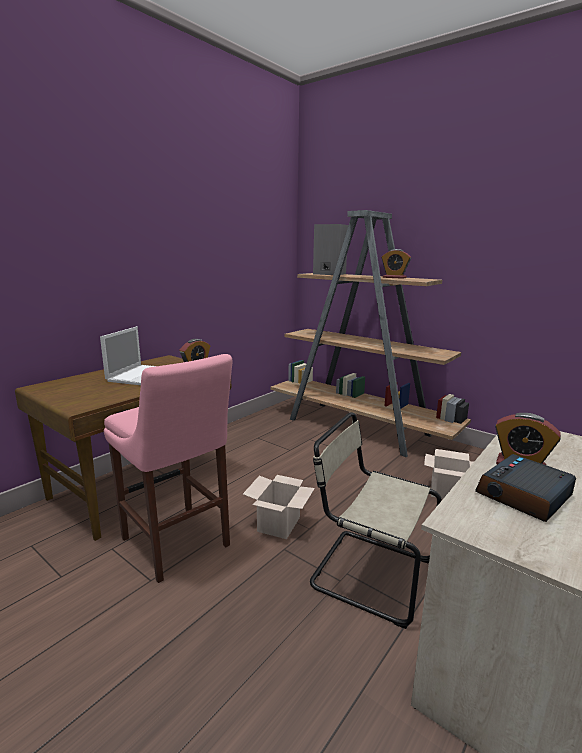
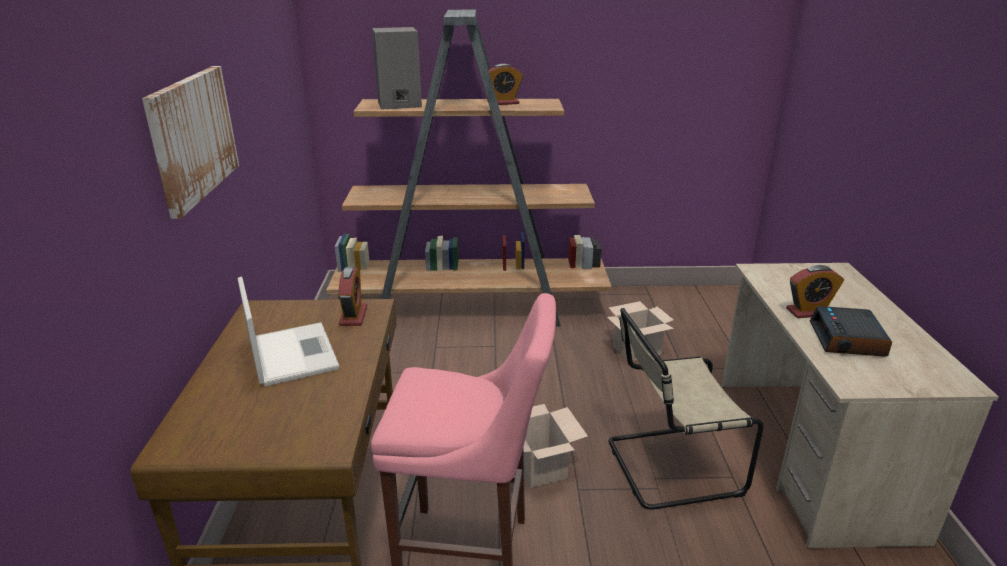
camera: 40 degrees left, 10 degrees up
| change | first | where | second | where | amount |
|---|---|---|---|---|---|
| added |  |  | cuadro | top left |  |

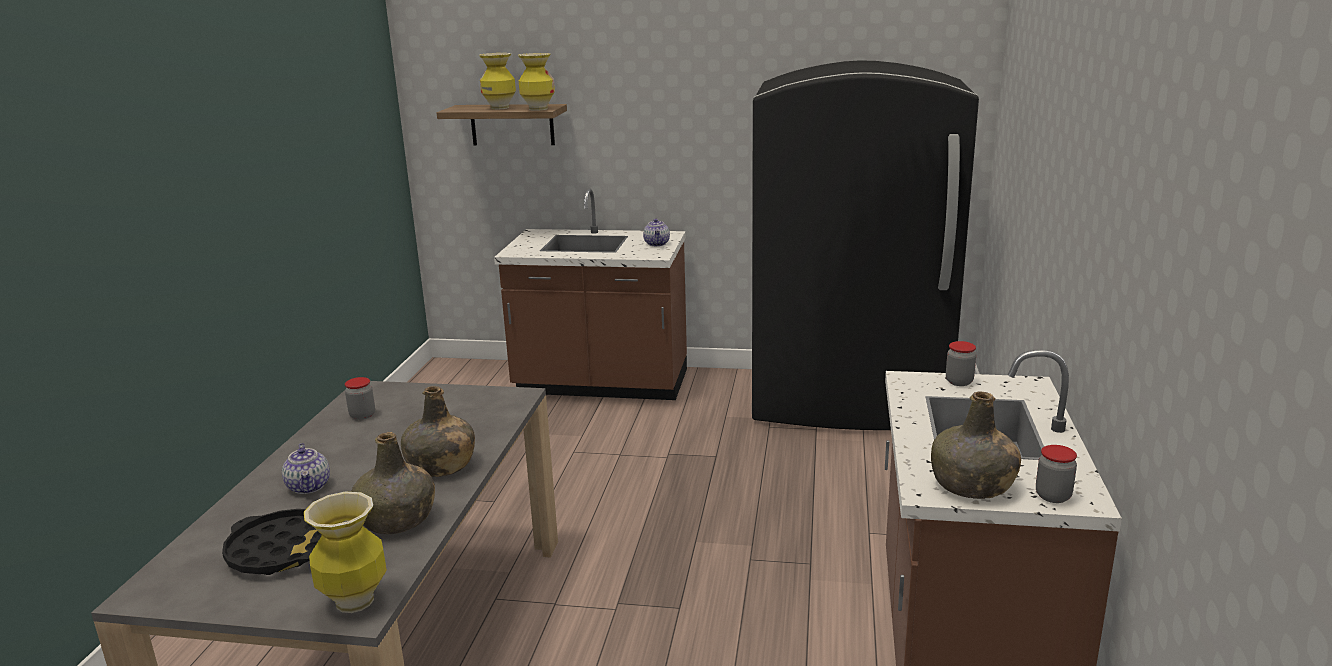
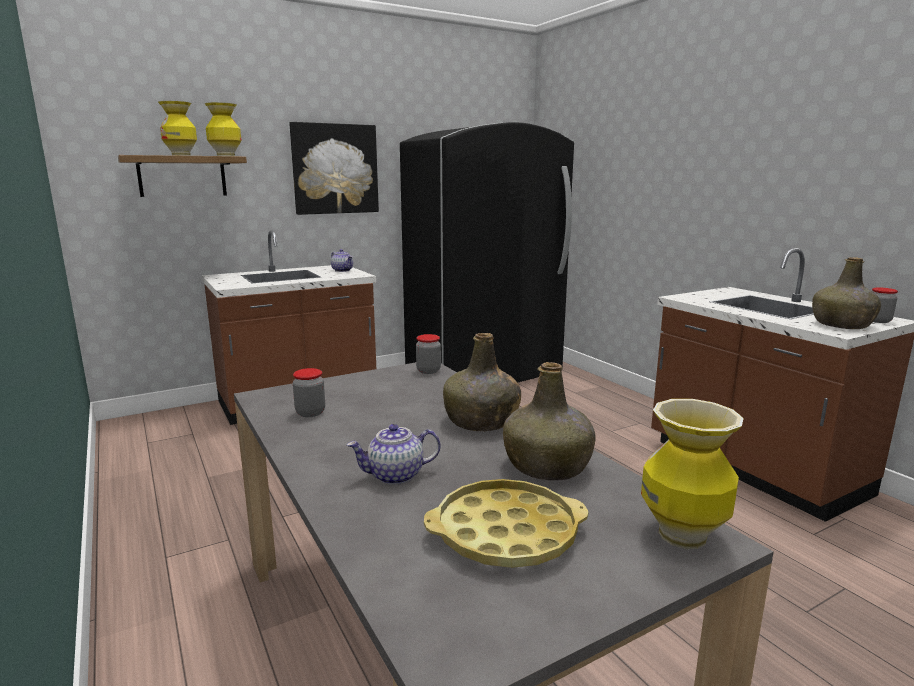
camera: 40 degrees left, 5 degrees down
| change | first | where | second | where | amount |
|---|---|---|---|---|---|
| added |  |  | cuadro | top centre |  |
| moved | tarro (2nd from left) | middle right |  | centre |  |
| recoloured | bandeja [negro] | bottom left | bandeja [amarillo] | bottom centre |  |
| turned | tetera (1st from left in the first image) | bottom left | tetera (2nd from left) | centre | 135 degrees clockwise |

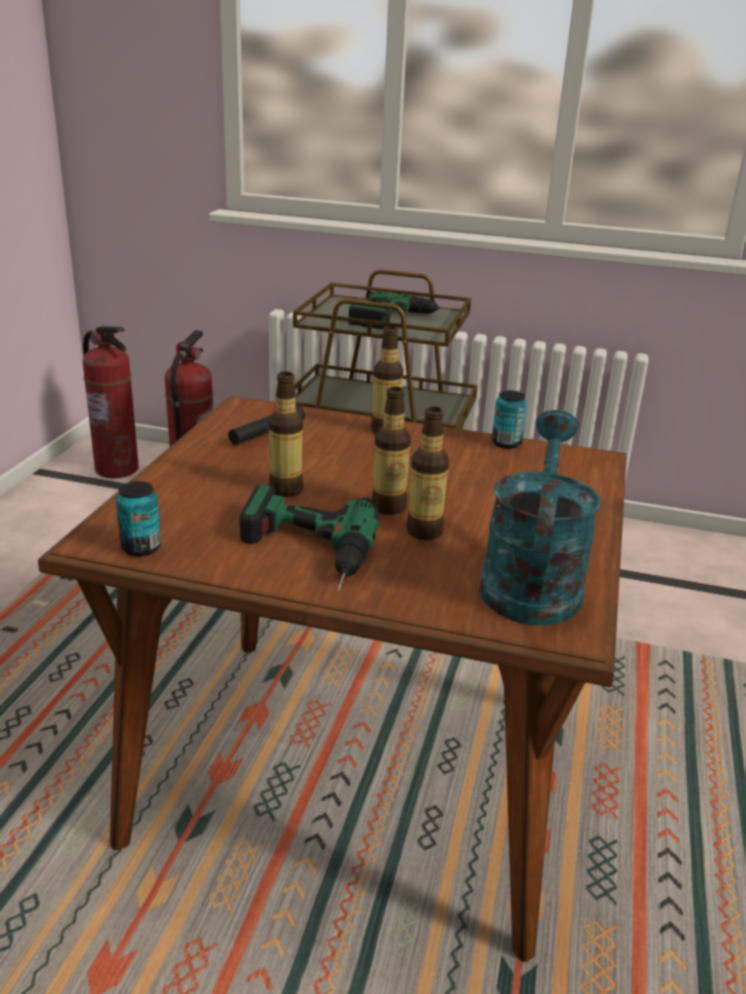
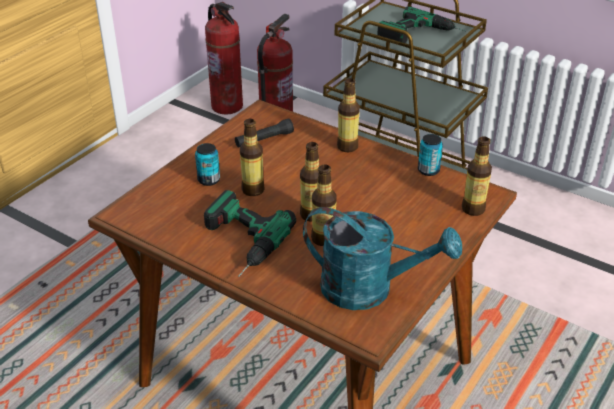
camera: 20 degrees right, 10 degrees up
| change | first | where | second | where | amount |
|---|---|---|---|---|---|
| added |  |  | botella (5th from left) | middle right |  |
| moved | lata (1st from left) | middle left |  | centre |  |
| turned | regadera [turquesa] | middle right |  | centre | 75 degrees clockwise |

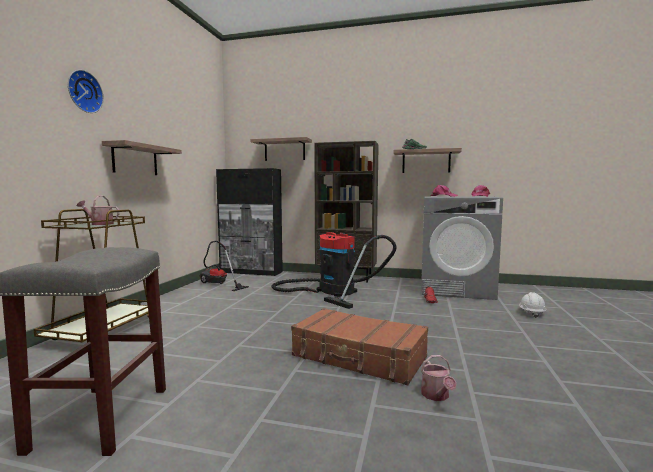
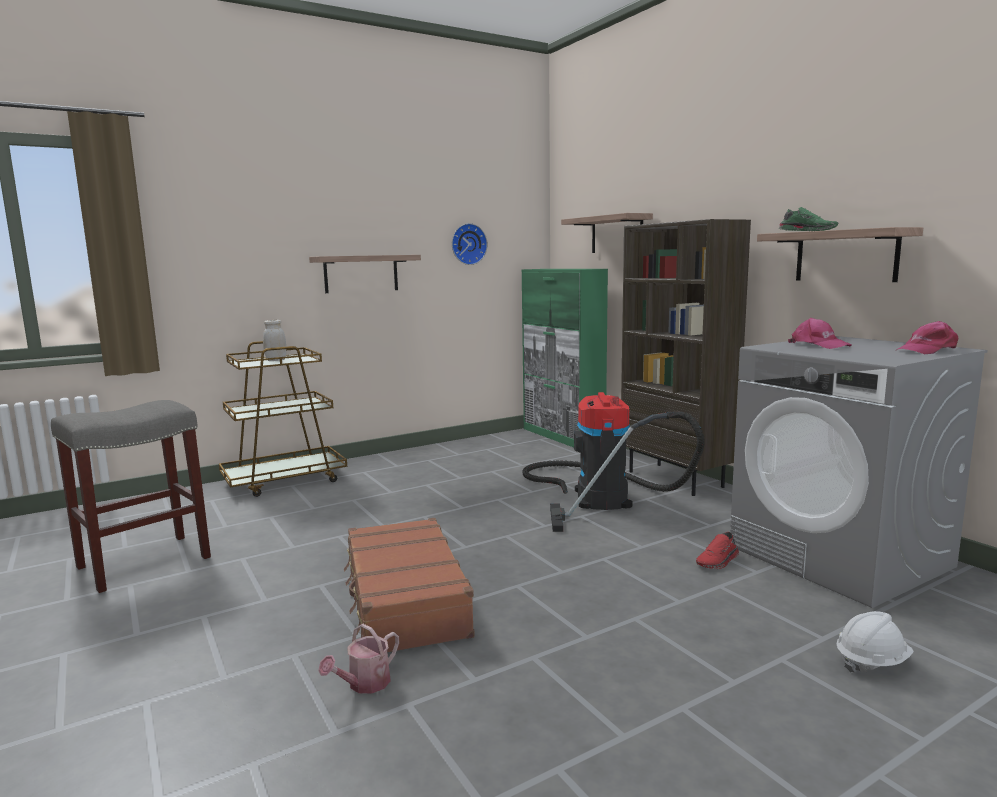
camera: 45 degrees right, 5 degrees up
| change | first | where | second | where | amount |
|---|---|---|---|---|---|
| removed | aspiradora (1st from left) | centre |  |  |  |
| moved | reloj de pared | top left |  | top centre |  |
| replaced | regadera (1st from left) | middle left | tarro [blanco] | middle left |  |
| recoloured | armario [negro] | centre | armario [verde] | centre |  |

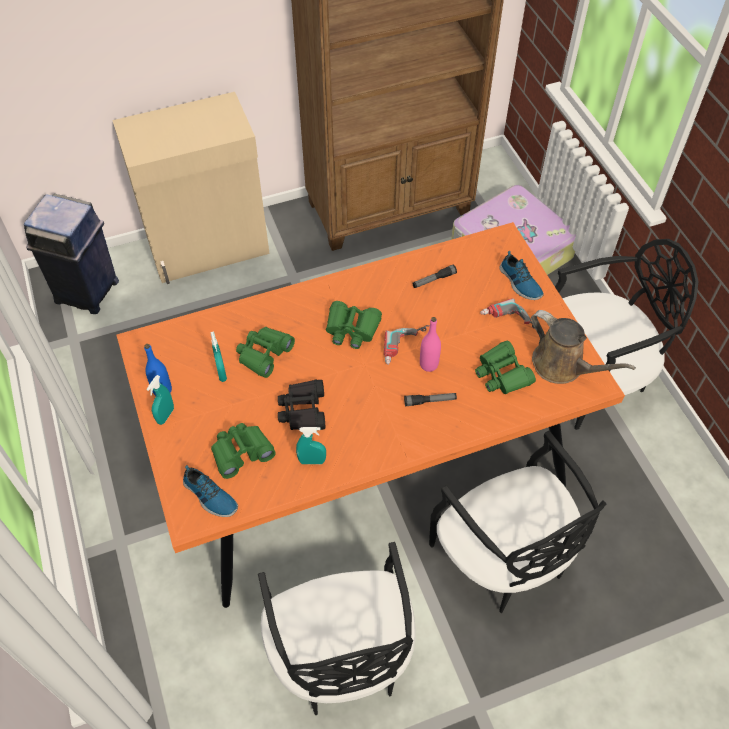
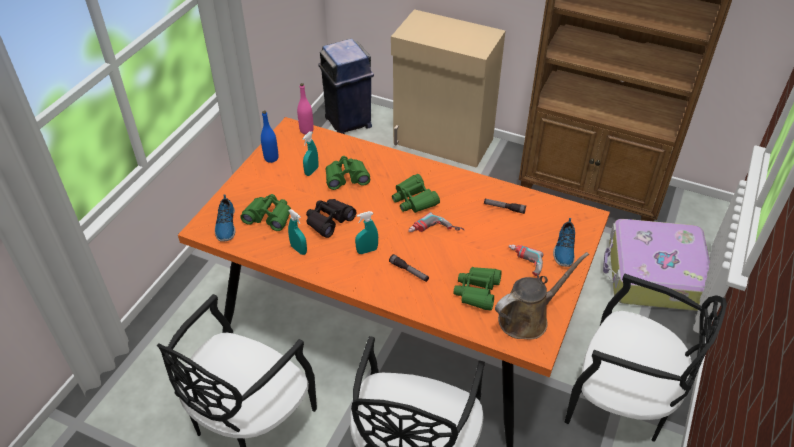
camera: 45 degrees right, 10 degrees down
| change | first | where | second | where | amount |
|---|---|---|---|---|---|
| moved | pulverizador [turquesa] (1st from left in the first image) | middle left | pulverizador [turquesa] (3rd from left) | centre |  |
| moved | botella [rosa] | centre |  | top centre |  |
| turned | regadera [marrón] | middle right |  | middle right | 120 degrees counterclockwise |

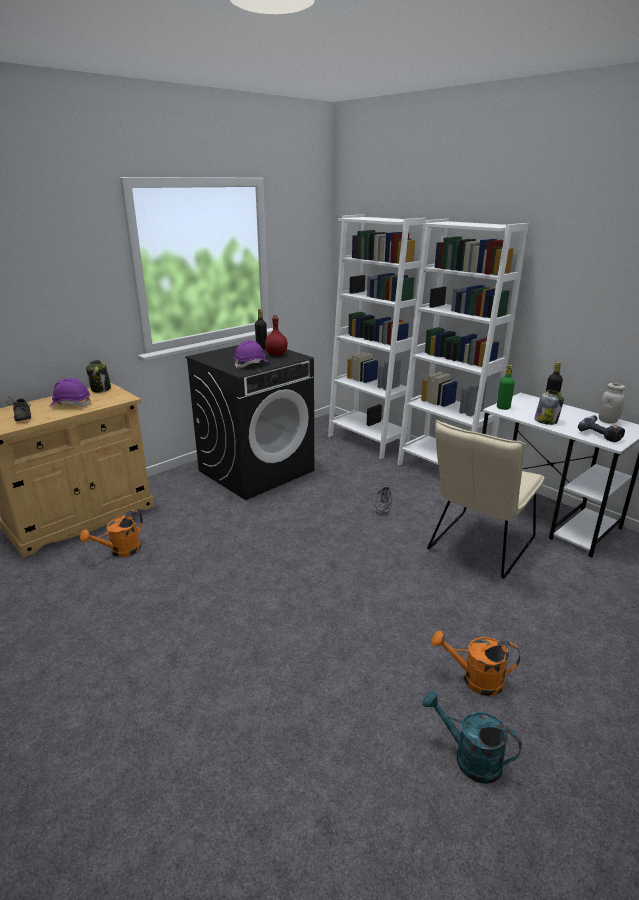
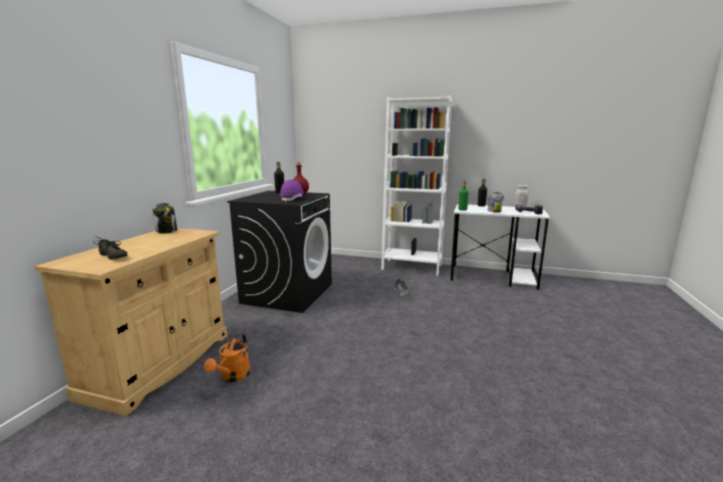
camera: 30 degrees left, 10 degrees down
| change | first | where | second | where | amount |
|---|---|---|---|---|---|
| removed | casco [morado] (1st from left) | middle left |  |  |  |
| removed | estantería [blanco] (1st from left) | centre |  |  |  |
| removed | regadera [turquesa] | bottom right |  |  |  |
| removed | silla [beis] | middle right |  |  |  |
| removed | regadera [naranja] (2nd from left) | bottom right |  |  |  |

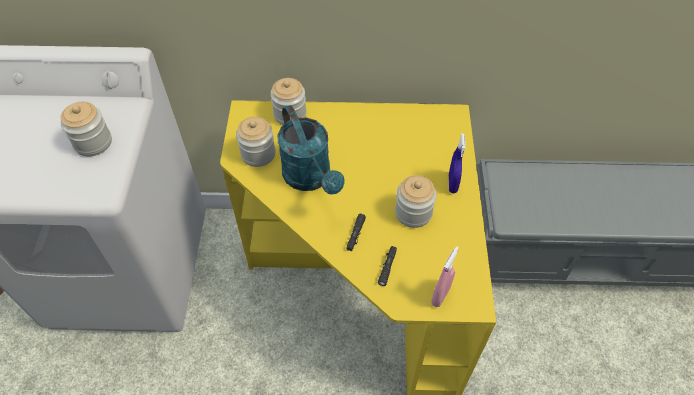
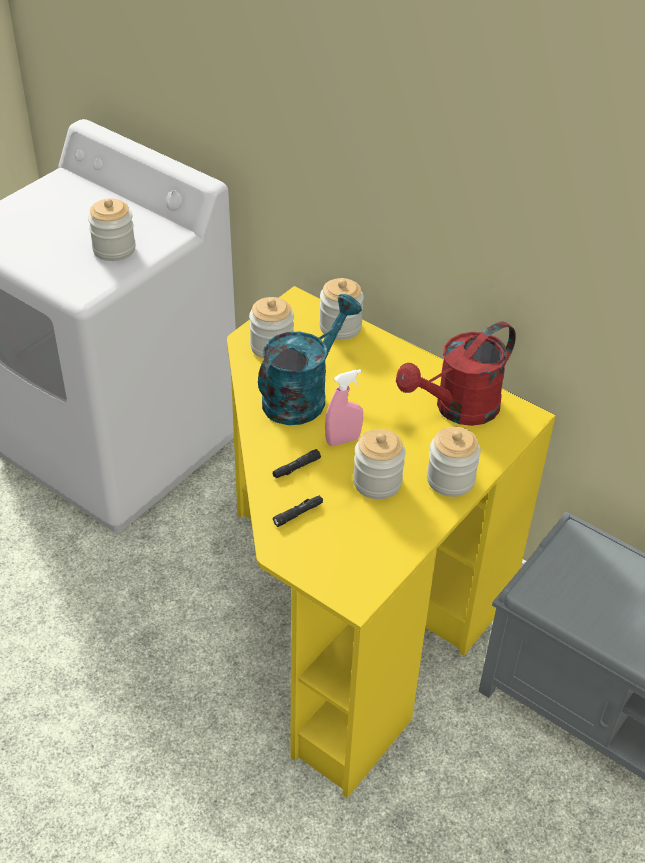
camera: 35 degrees right, 10 degrees down
| change | first | where | second | where | amount |
|---|---|---|---|---|---|
| added |  |  | regadera [rojo] | middle right |  |
| moved | pulverizador [rosa] | bottom centre |  | centre |  |
| replaced | pulverizador [azul] | centre | tarro (5th from left) | middle right |  |
| turned | regadera [turquesa] | centre |  | centre | 150 degrees counterclockwise |

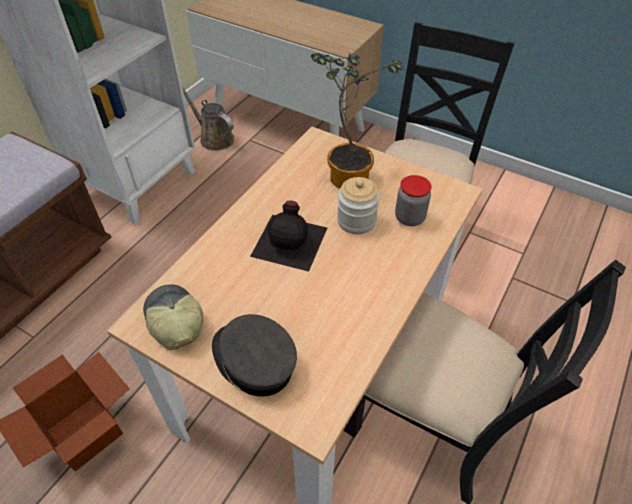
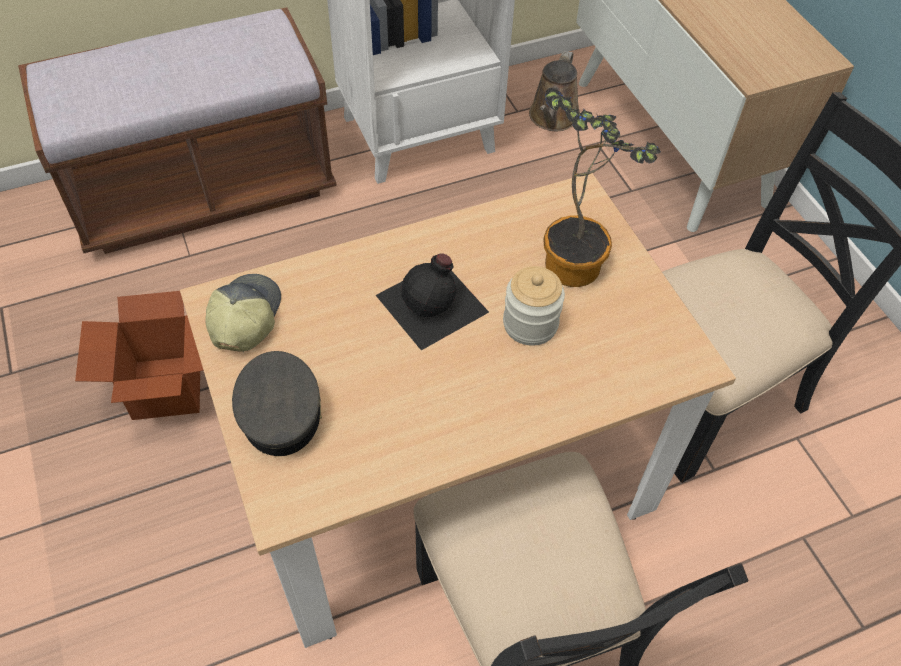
camera: 35 degrees right, 5 degrees up
| change | first | where | second | where | amount |
|---|---|---|---|---|---|
| removed | tarro (2nd from left) | centre |  |  |  |
| turned | regadera [marrón] | top left |  | top centre | 150 degrees counterclockwise |

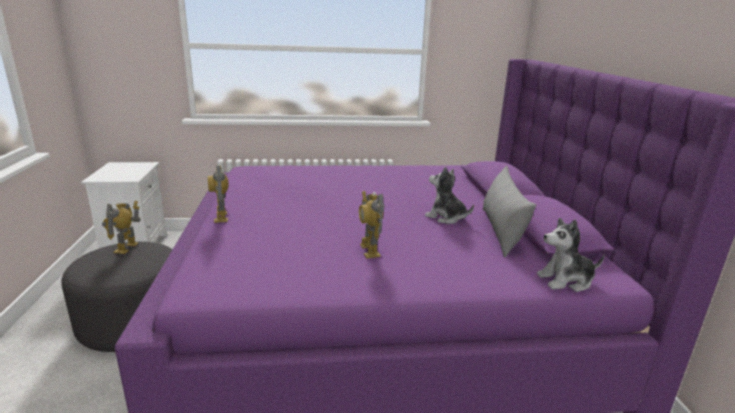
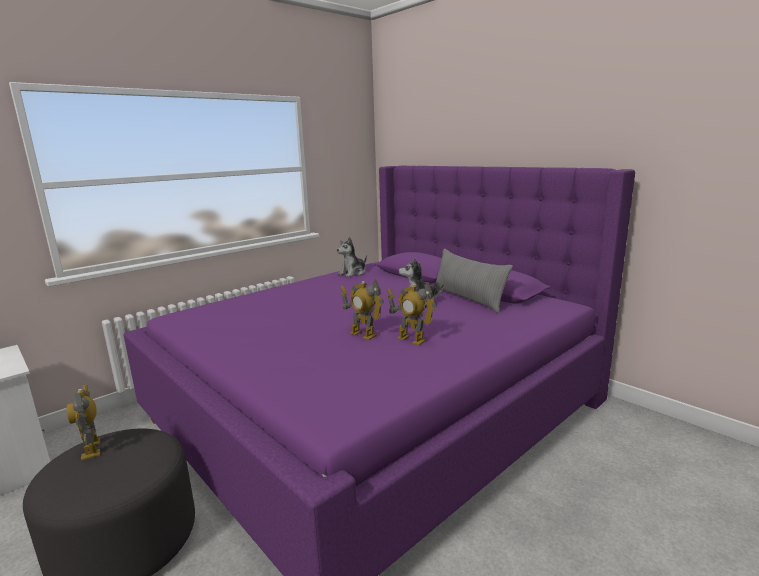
camera: 35 degrees left, 5 degrees down
| change | first | where | second | where | amount |
|---|---|---|---|---|---|
| moved | robot de juguete (2nd from left) | middle left |  | centre |  |
| moved | peluche (2nd from left in the first image) | middle right | peluche (1st from left) | centre |  |

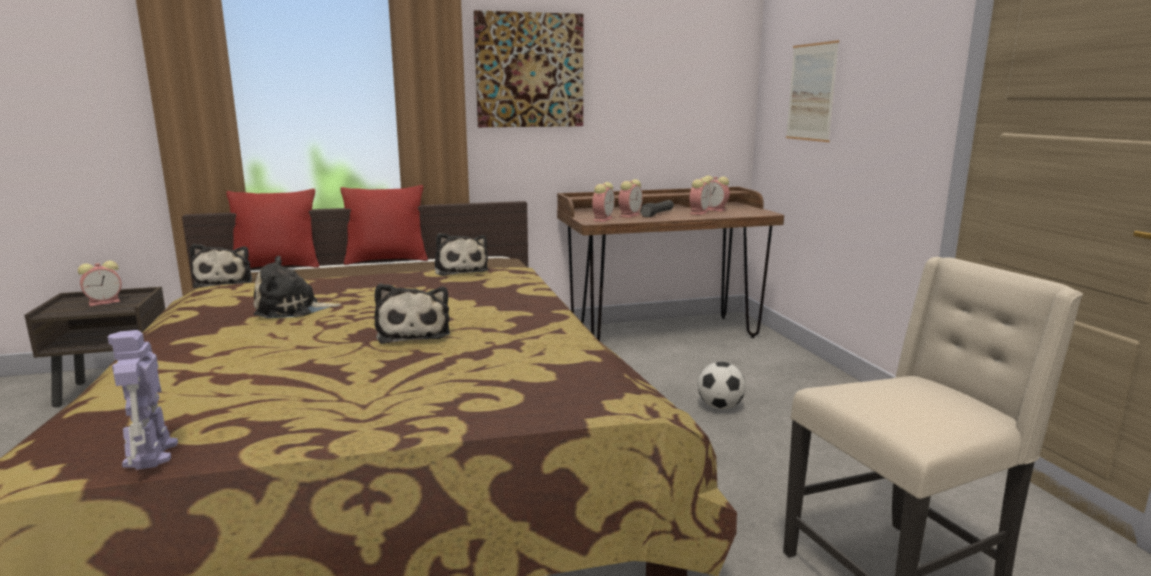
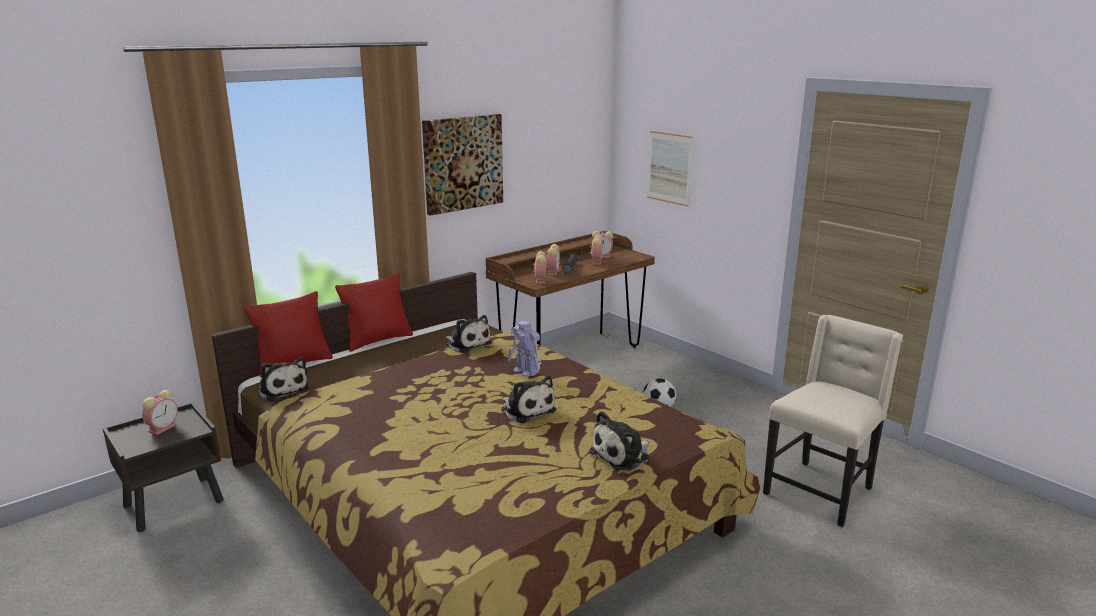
camera: 25 degrees left, 5 degrees up
| change | first | where | second | where | amount |
|---|---|---|---|---|---|
| moved | robot de juguete | bottom left |  | centre |  |
| moved | peluche (2nd from left in the first image) | middle left | peluche (4th from left) | bottom centre |  |

